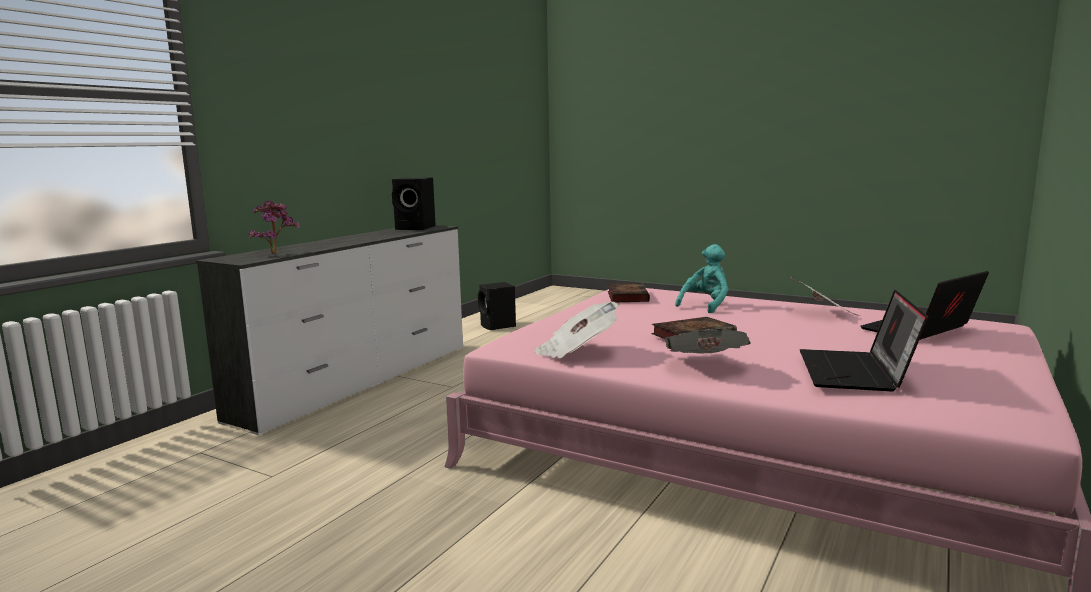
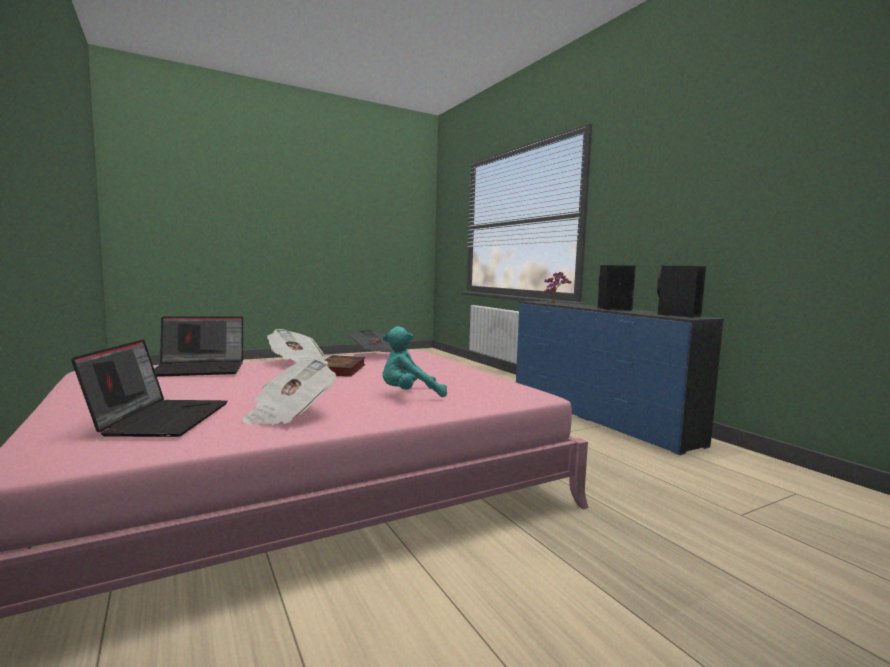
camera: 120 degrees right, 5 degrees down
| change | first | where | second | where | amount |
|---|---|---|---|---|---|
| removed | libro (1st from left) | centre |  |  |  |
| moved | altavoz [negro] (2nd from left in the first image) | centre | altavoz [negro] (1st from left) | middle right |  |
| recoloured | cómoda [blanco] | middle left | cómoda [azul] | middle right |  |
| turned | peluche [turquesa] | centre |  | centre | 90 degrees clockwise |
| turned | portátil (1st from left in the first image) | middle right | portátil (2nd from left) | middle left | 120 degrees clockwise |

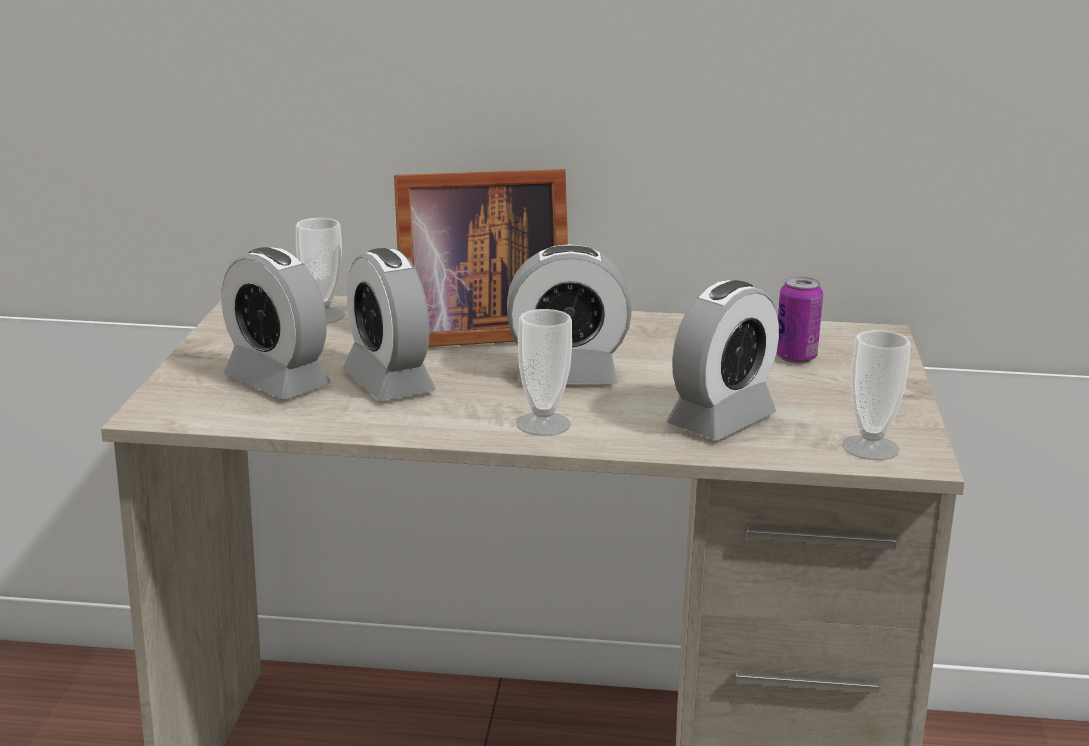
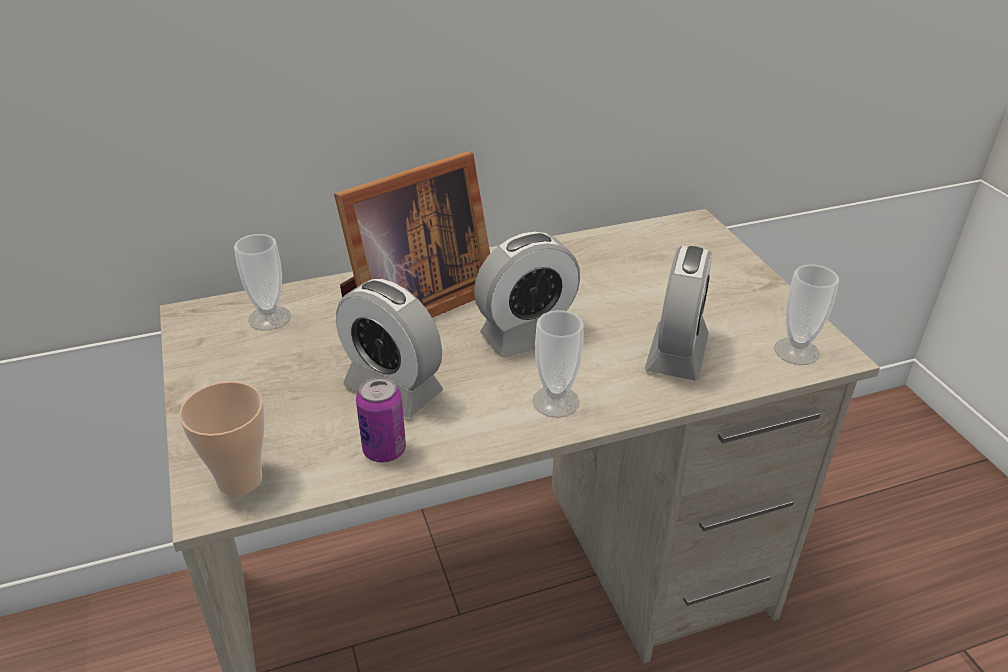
camera: 25 degrees left, 15 degrees up
| change | first | where | second | where | amount |
|---|---|---|---|---|---|
| removed | despertador (1st from left) | middle left |  |  |  |
| added |  |  | taza (1st from left) | middle left |  |
| moved | lata | middle right |  | centre |  |

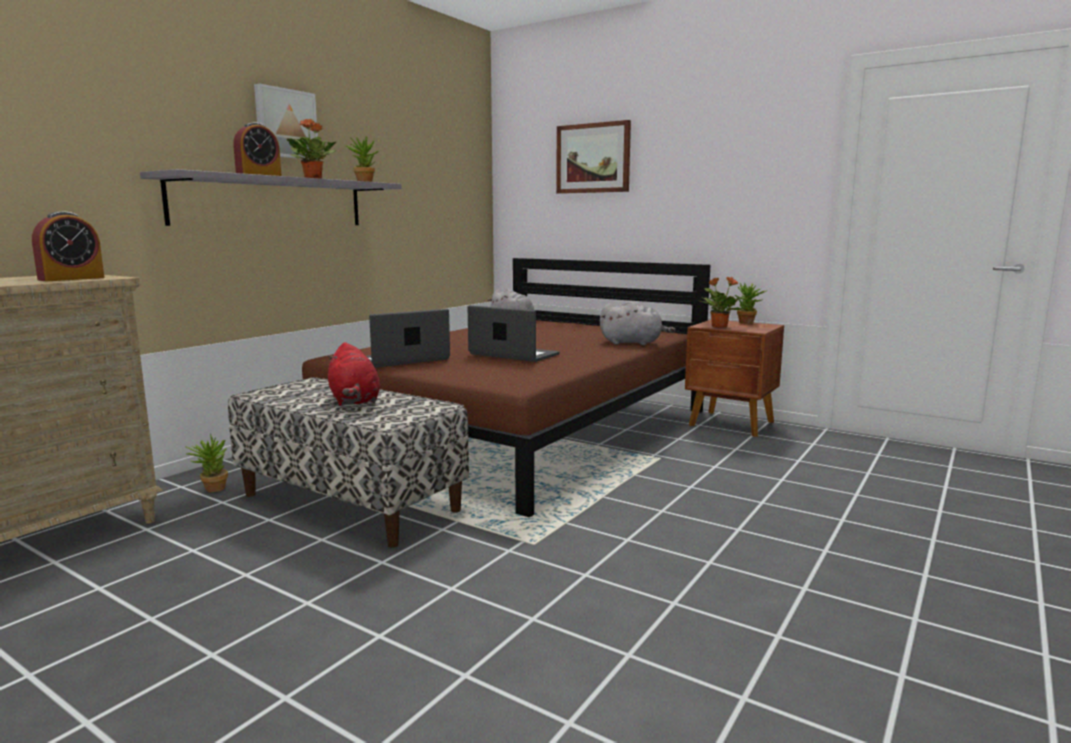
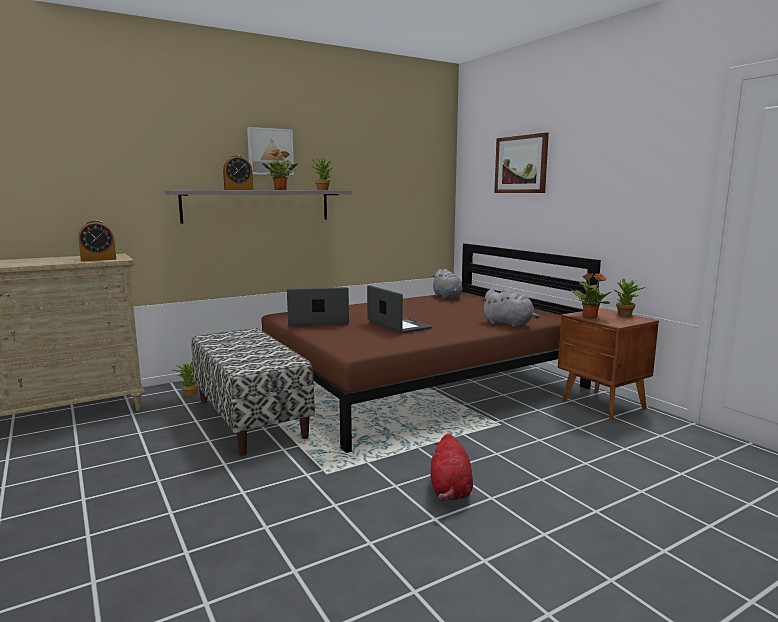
camera: 25 degrees right, 0 degrees up
| change | first | where | second | where | amount |
|---|---|---|---|---|---|
| moved | peluche [rojo] | middle left |  | bottom centre |  |

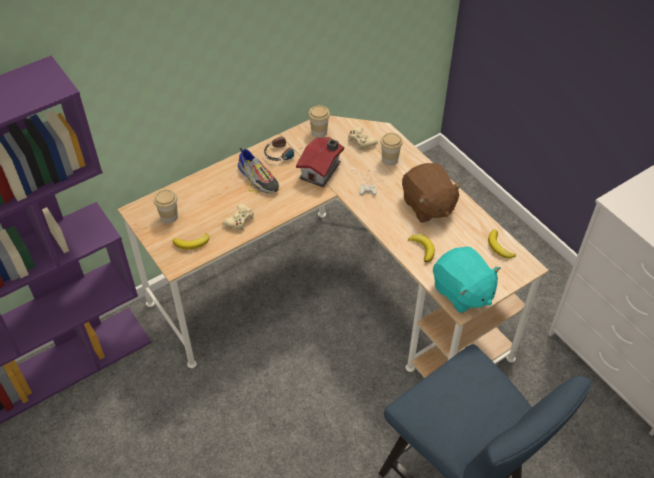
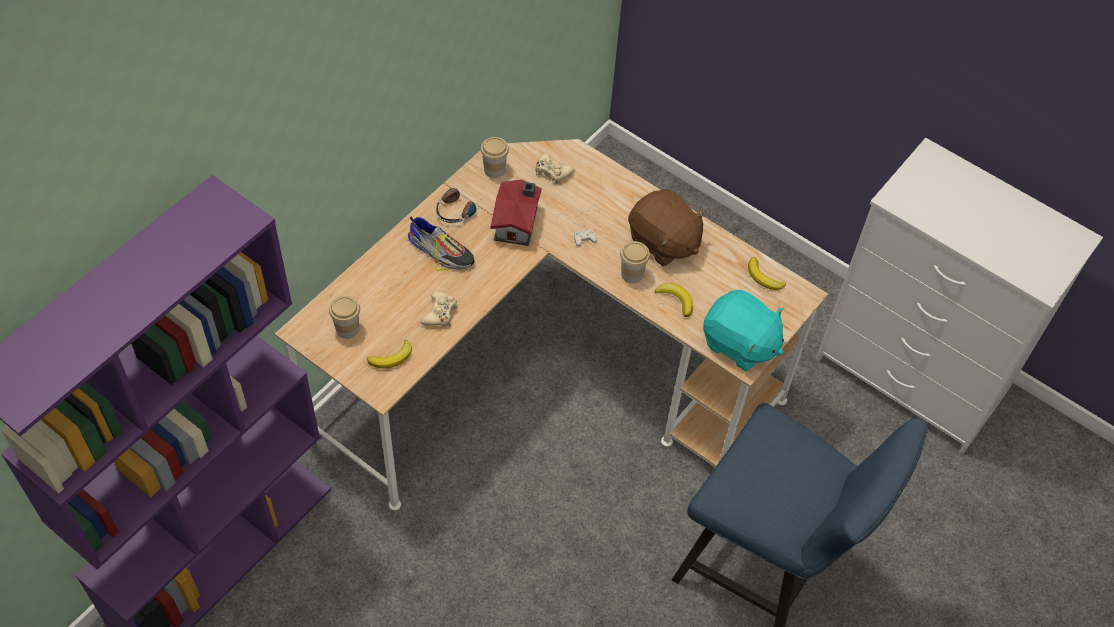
camera: 20 degrees left, 5 degrees up
| change | first | where | second | where | amount |
|---|---|---|---|---|---|
| moved | taza (3rd from left) | top centre |  | centre |  |

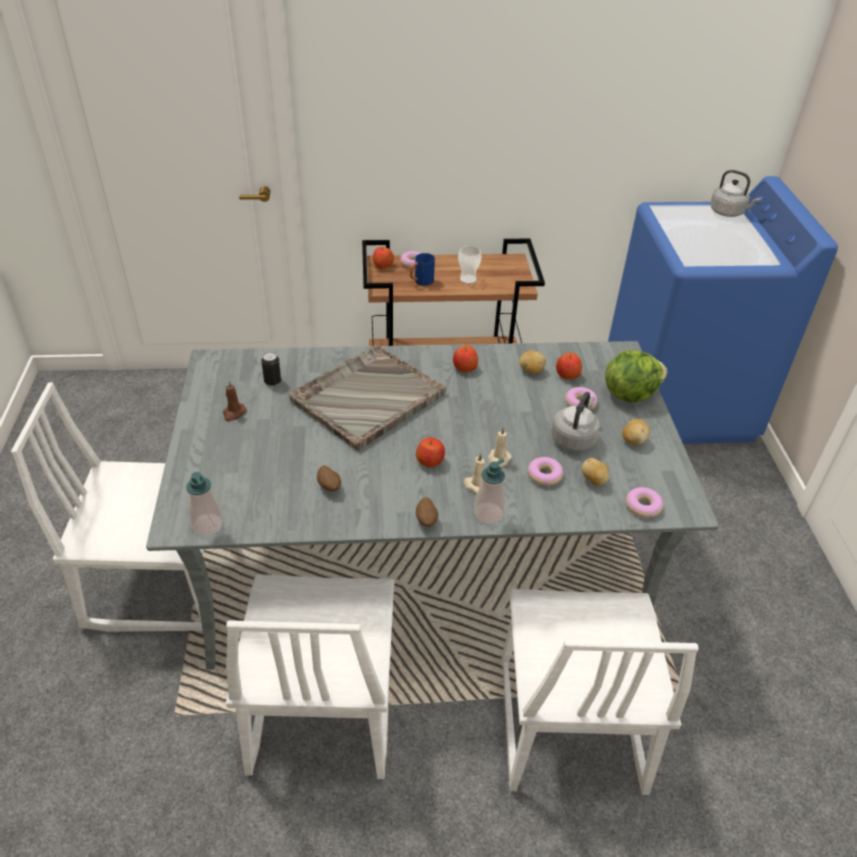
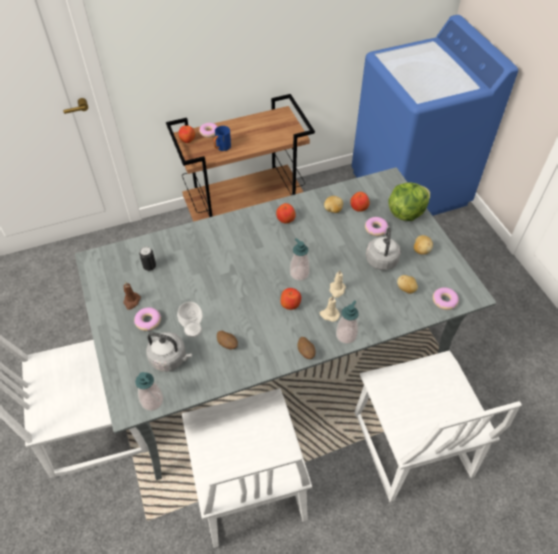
camera: 15 degrees left, 10 degrees up
| change | first | where | second | where | amount |
|---|---|---|---|---|---|
| removed | bandeja [gris] | centre |  |  |  |
| added |  |  | dispensador de jabón (2nd from left) | centre |  |
| moved | taza | top centre |  | centre |  |
| moved | rosquilla (2nd from left in the first image) | centre | rosquilla (1st from left) | middle left |  |
| moved | hervidor [gris] (2nd from left in the first image) | top right | hervidor [gris] (1st from left) | middle left |  |

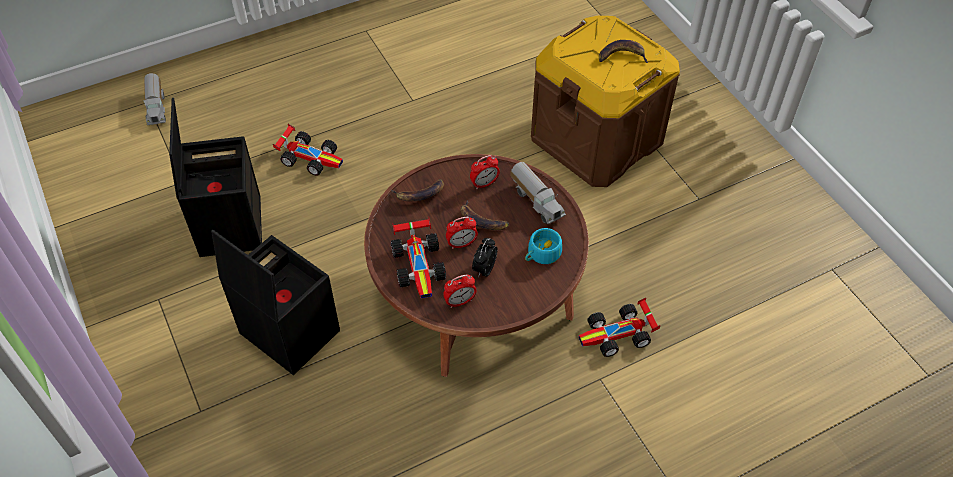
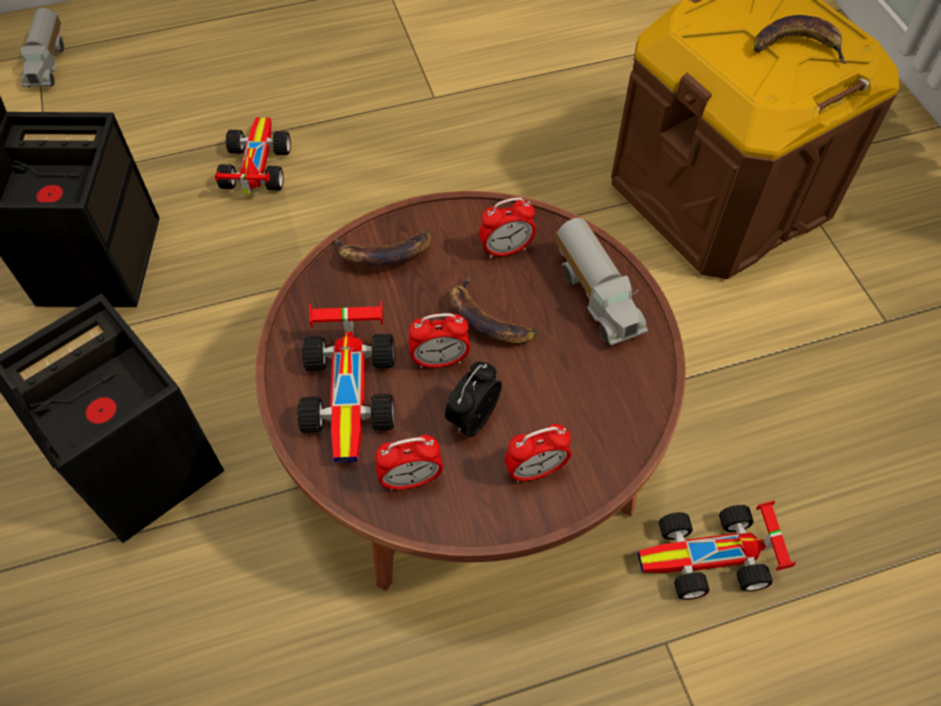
camera: 10 degrees right, 5 degrees up
| change | first | where | second | where | amount |
|---|---|---|---|---|---|
| removed | taza [turquesa] | centre |  |  |  |
| added |  |  | despertador (5th from left) | centre |  |
| turned | coche de juguete (1st from left) | top left |  | top left | 120 degrees counterclockwise |

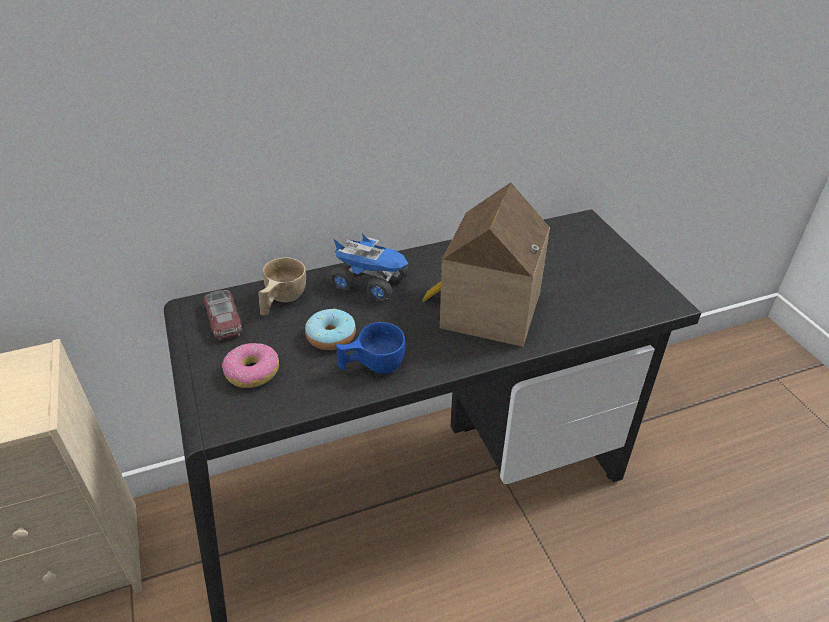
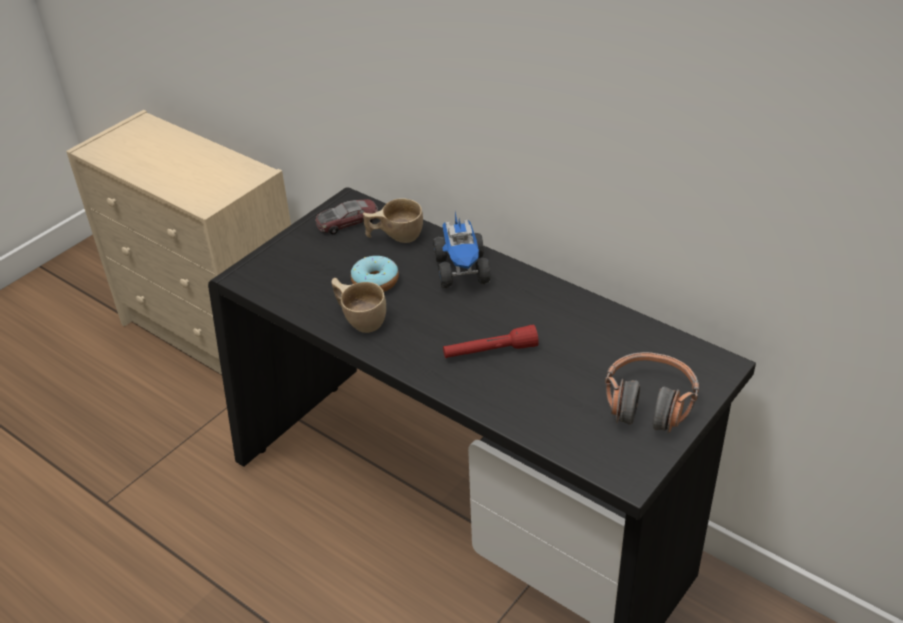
camera: 60 degrees right, 0 degrees up
| change | first | where | second | where | amount |
|---|---|---|---|---|---|
| removed | rosquilla (1st from left) | middle left |  |  |  |
| added |  |  | auriculares | middle right |  |
| replaced | casita | centre | linterna [rojo] | centre |  |
| recoloured | taza [azul] | centre | taza [beis] (1st from left) | centre |  |
| turned | coche de juguete | middle left |  | centre | 150 degrees counterclockwise |

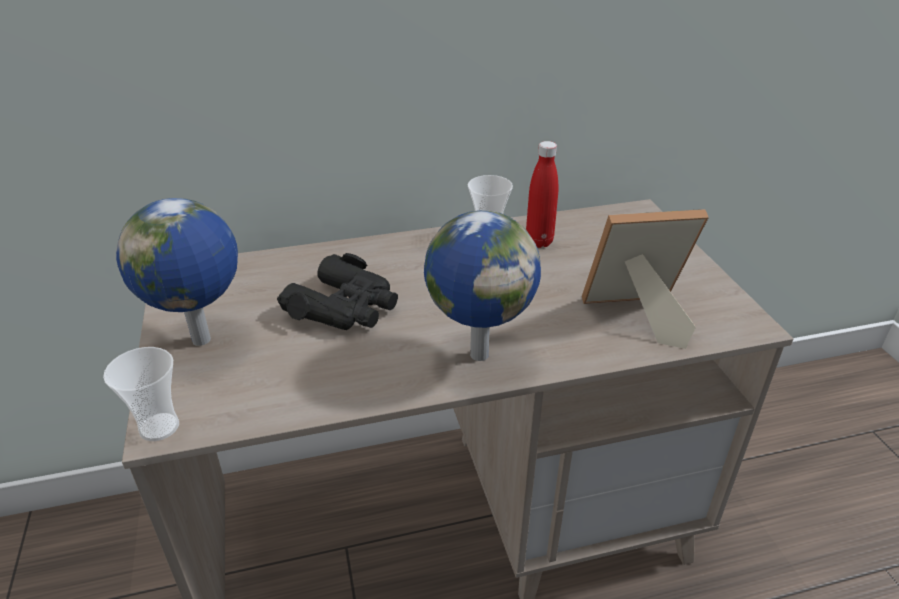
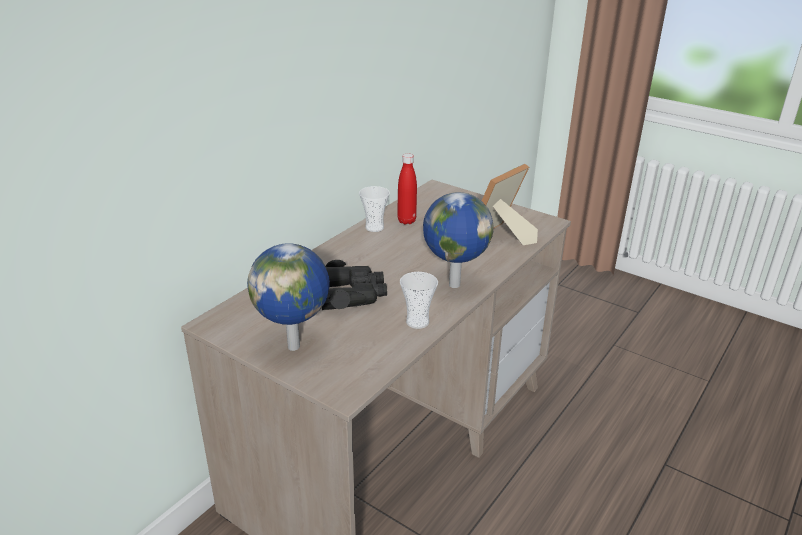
camera: 40 degrees left, 5 degrees down
| change | first | where | second | where | amount |
|---|---|---|---|---|---|
| moved | taza (1st from left in the first image) | middle left | taza (2nd from left) | centre |  |

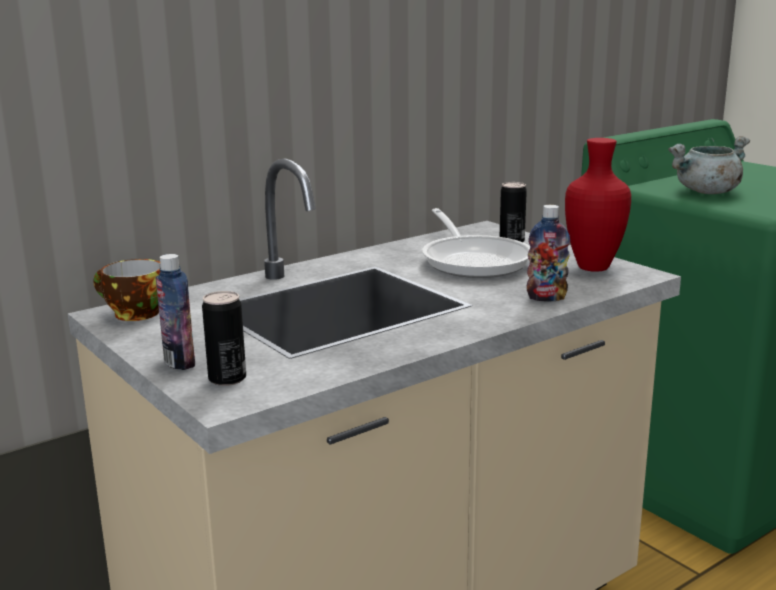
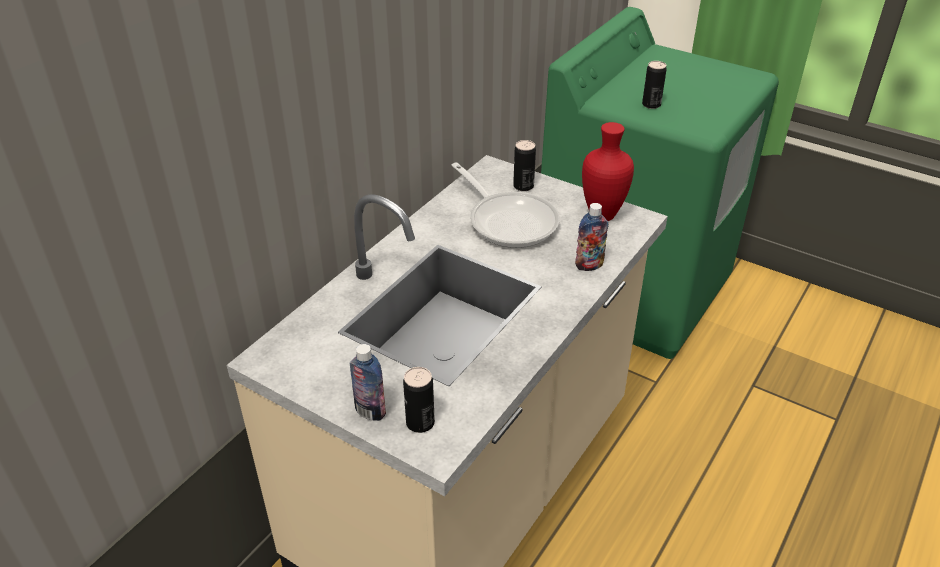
camera: 20 degrees left, 20 degrees up
| change | first | where | second | where | amount |
|---|---|---|---|---|---|
| removed | taza | middle left |  |  |  |
| replaced | olla [gris] | top right | lata (3rd from left) | top right |  |

